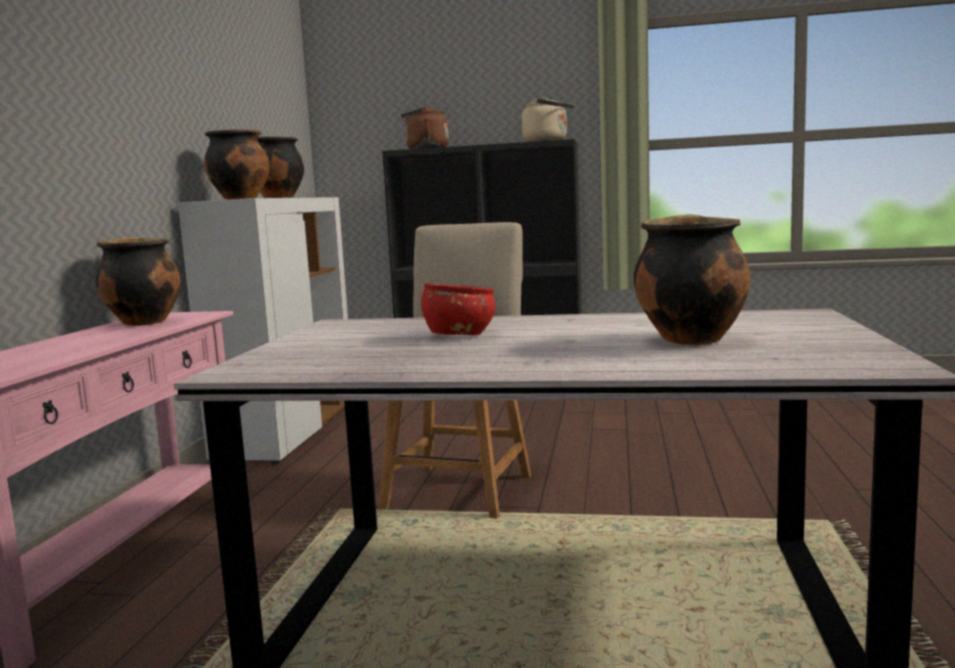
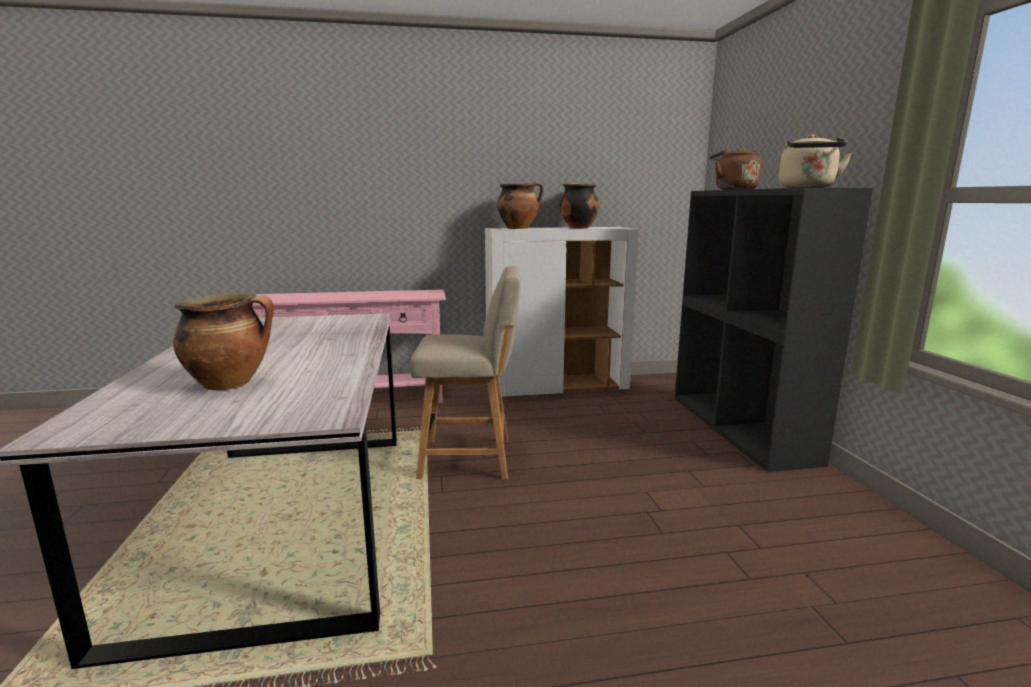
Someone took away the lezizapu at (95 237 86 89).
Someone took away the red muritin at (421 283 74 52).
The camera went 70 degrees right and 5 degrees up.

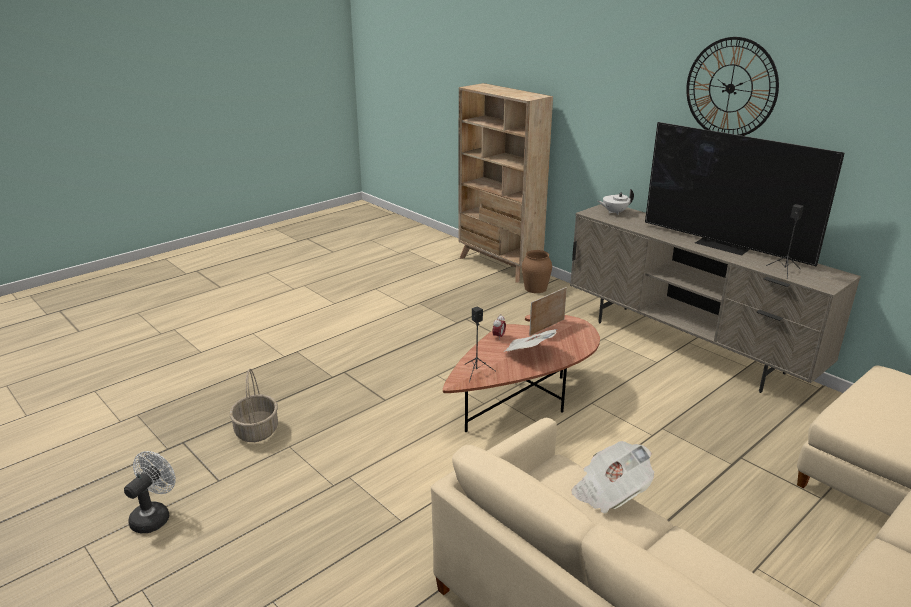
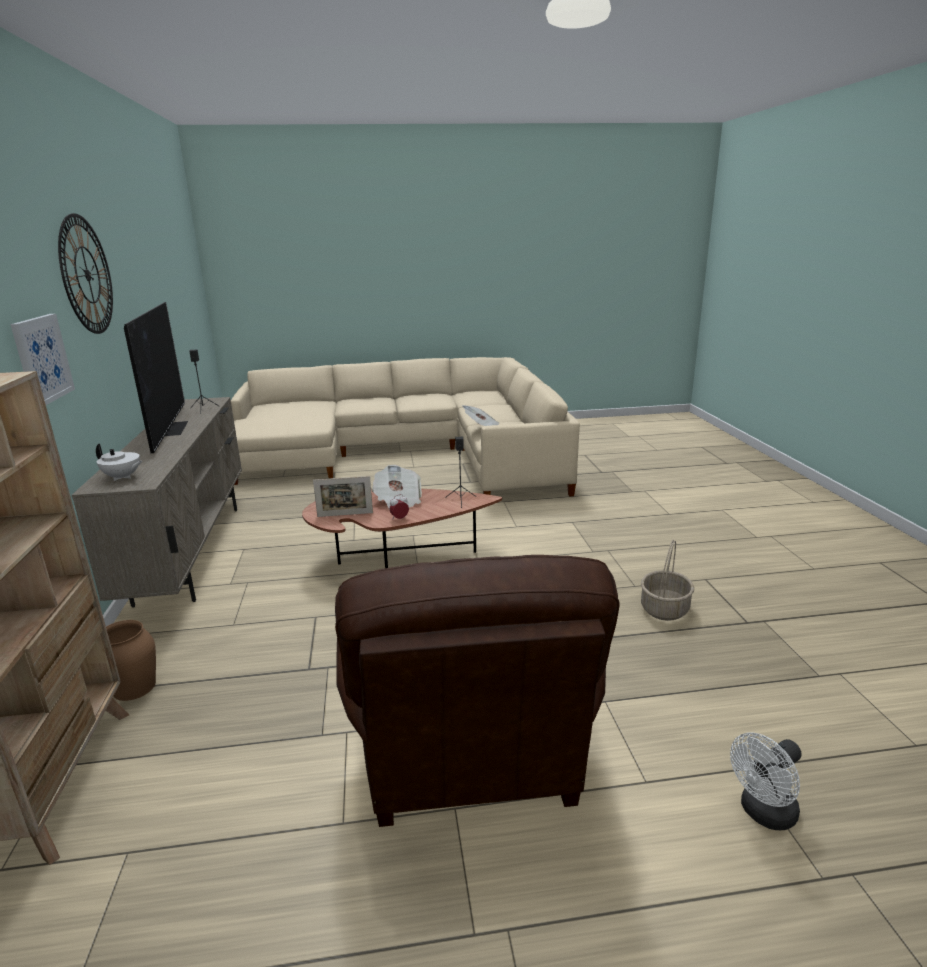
Someone carried the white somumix from (124 451 52 82) to (730 732 72 98).
Someone put up the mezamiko at (10 314 65 91).
Someone put down the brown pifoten at (335 555 284 272).
The camera went 145 degrees left and 5 degrees down.

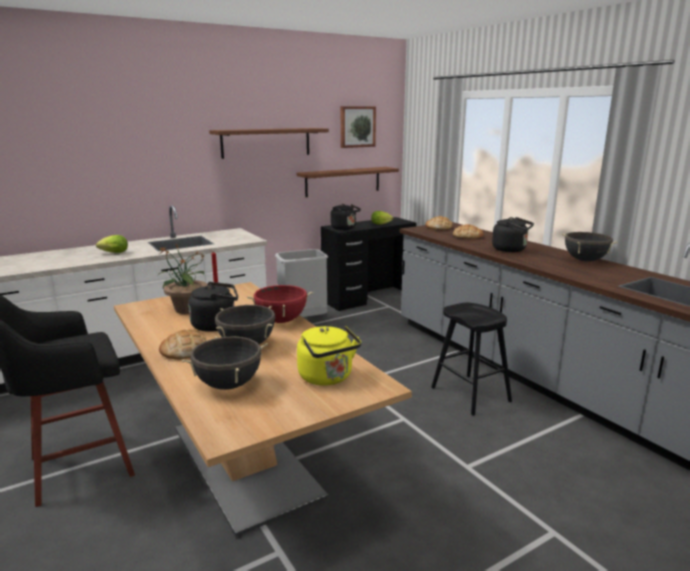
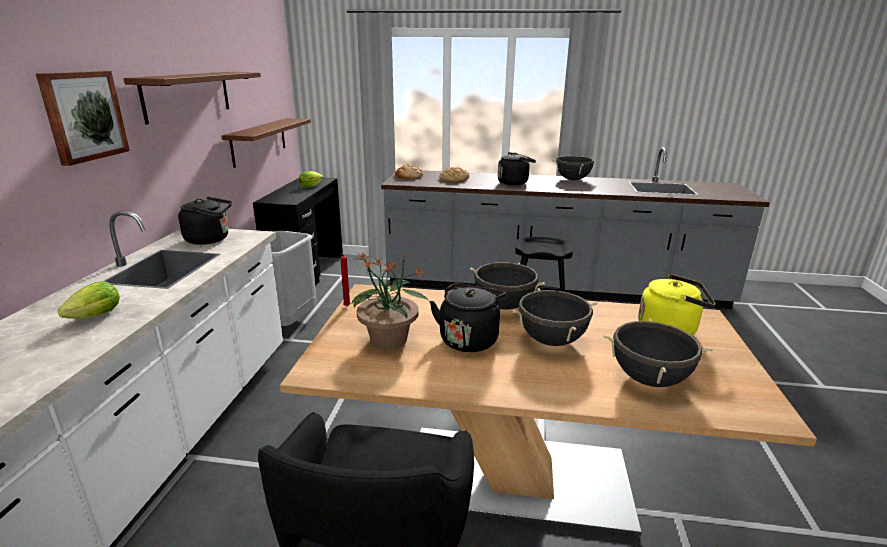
Someone took away the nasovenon at (159 329 48 30).
Someone repainted the red lezizapu at (247 284 66 39), which became the black lezizapu at (470 262 75 48).
Someone carried the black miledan from (330 204 31 26) to (178 196 54 49).
Someone carried the mezamiko from (341 106 35 42) to (36 71 94 95).
The camera went 50 degrees left and 5 degrees up.

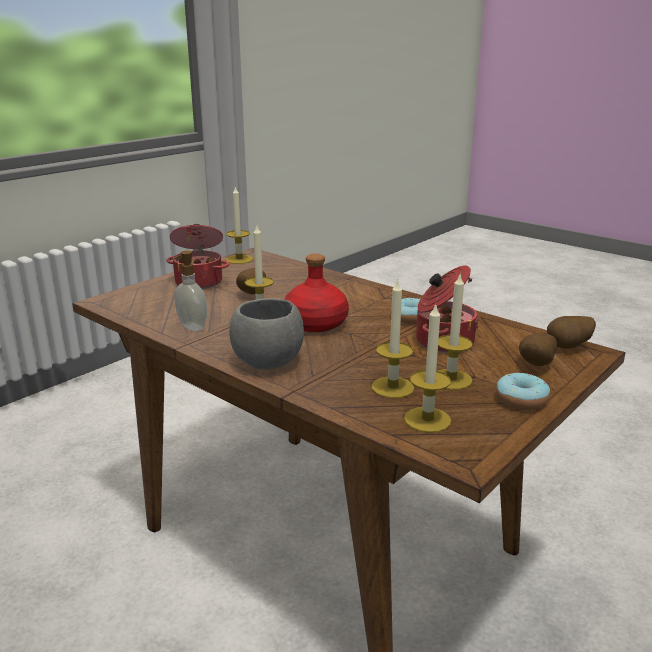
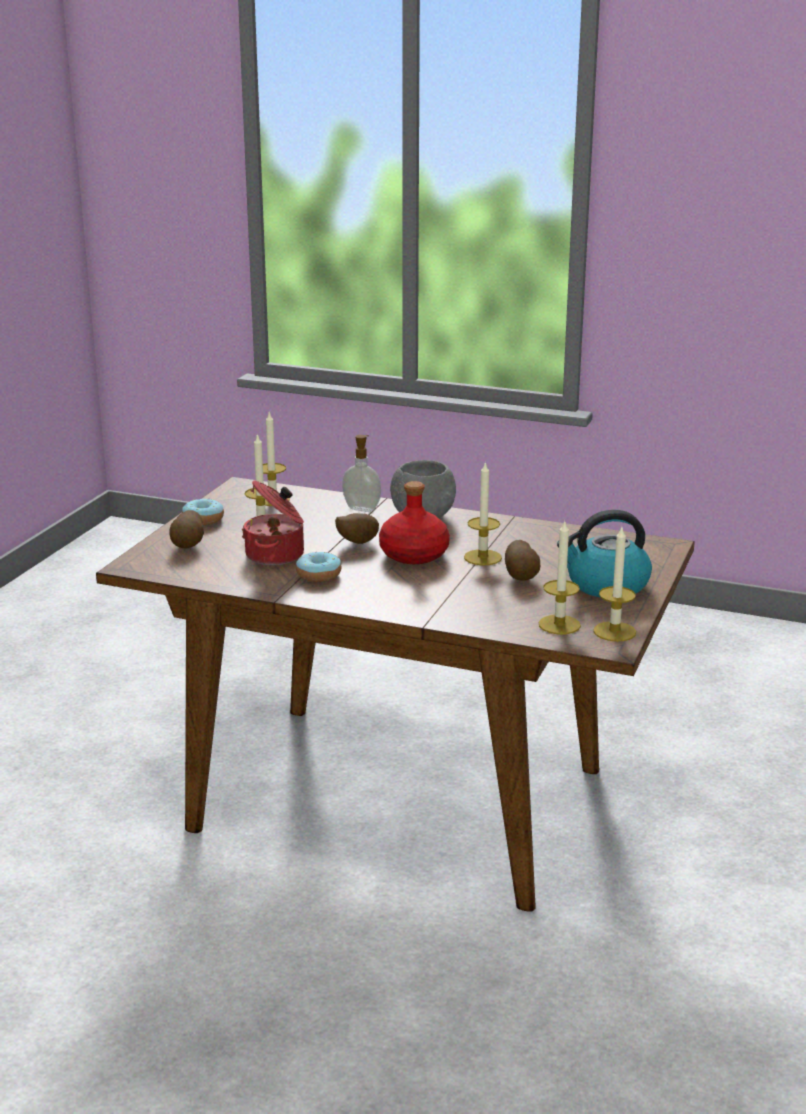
Someone swapped the lezizapu at (166 224 63 65) for the miledan at (557 510 95 88).
Someone carried the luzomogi from (173 251 34 80) to (342 435 39 77).
Someone carried the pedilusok from (371 278 43 120) to (539 522 42 112).
Someone carried the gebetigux from (547 316 49 33) to (335 513 44 31).
The camera went 160 degrees right and 0 degrees up.

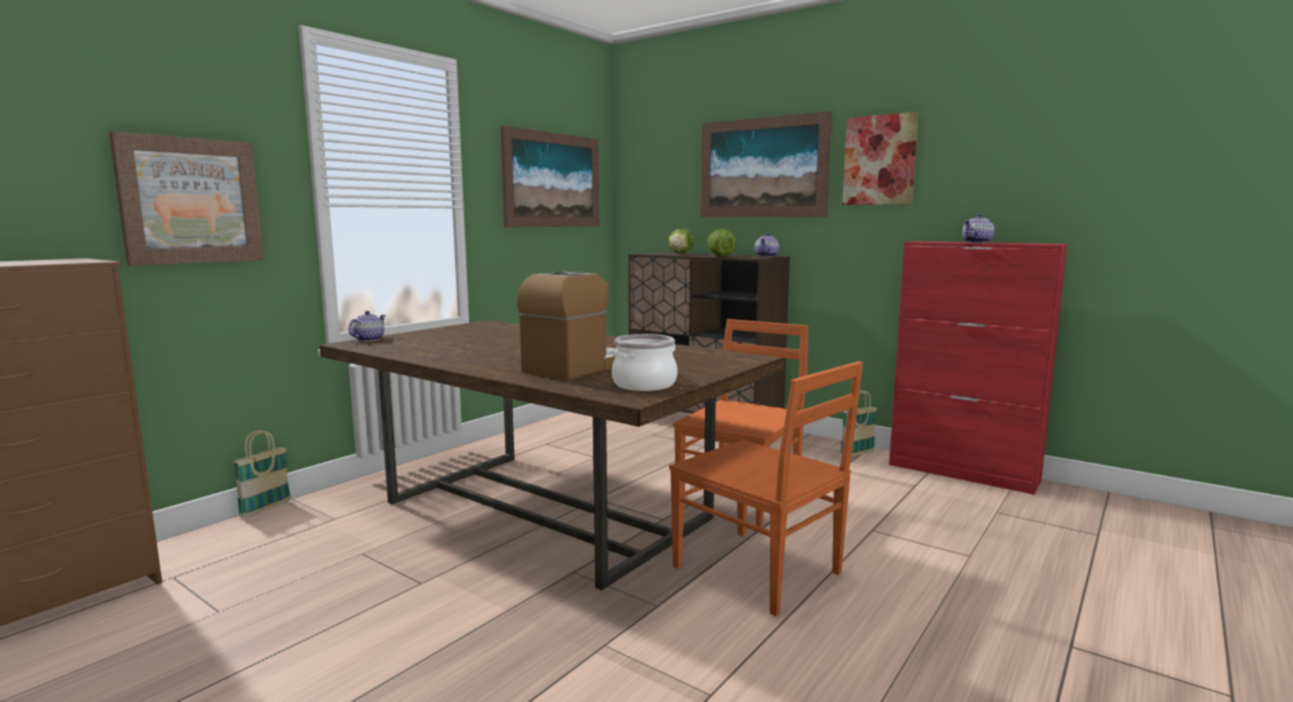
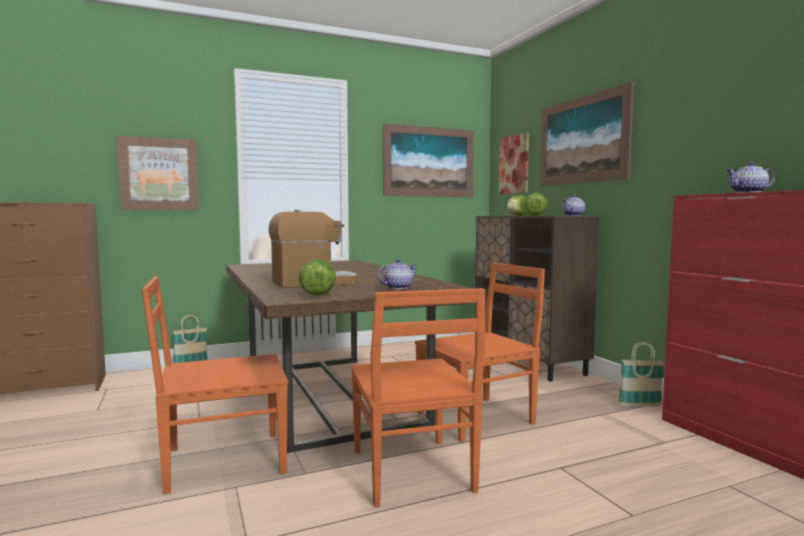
Someone carried the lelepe from (348 311 38 30) to (378 259 39 30).
Someone swapped the lezizapu at (612 334 66 57) for the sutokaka at (299 259 37 37).
Someone carried the mezamiko from (842 112 77 93) to (499 132 30 62).
Someone put down the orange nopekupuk at (142 276 146 218).
The camera went 30 degrees right and 5 degrees down.

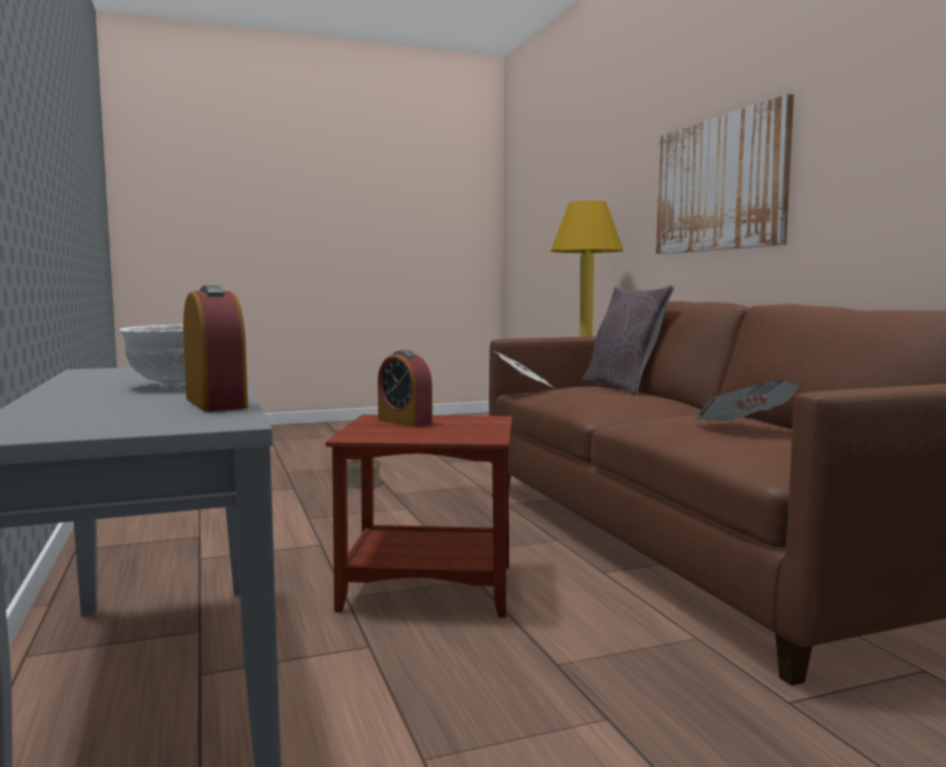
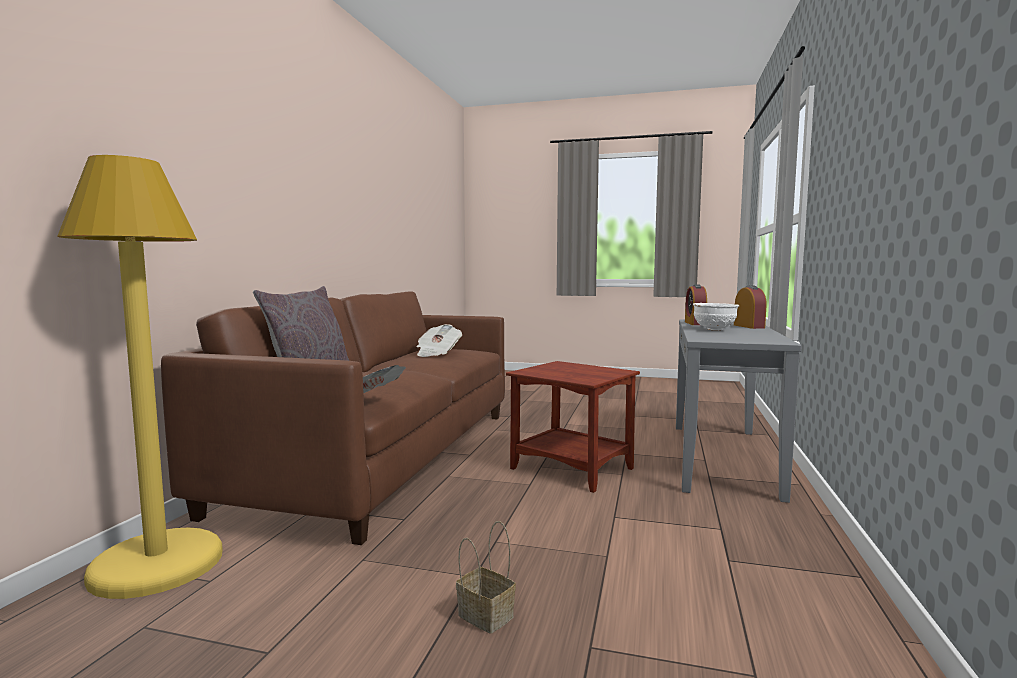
Someone carried the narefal from (378 350 55 77) to (734 285 33 44).
Someone took away the mezamiko at (656 94 138 160).
The camera went 145 degrees left and 0 degrees up.

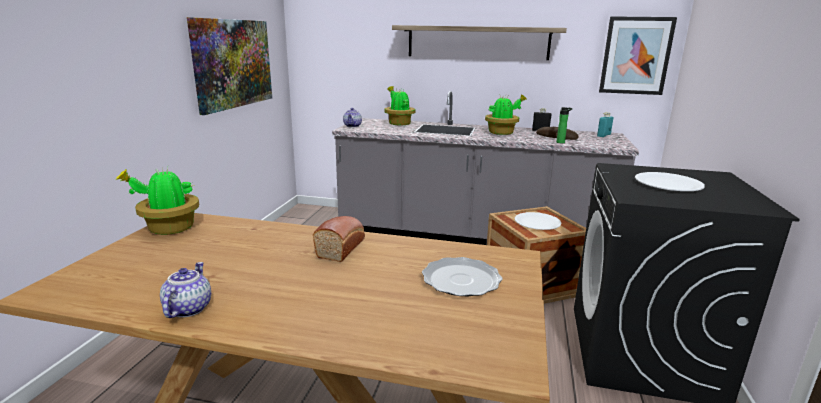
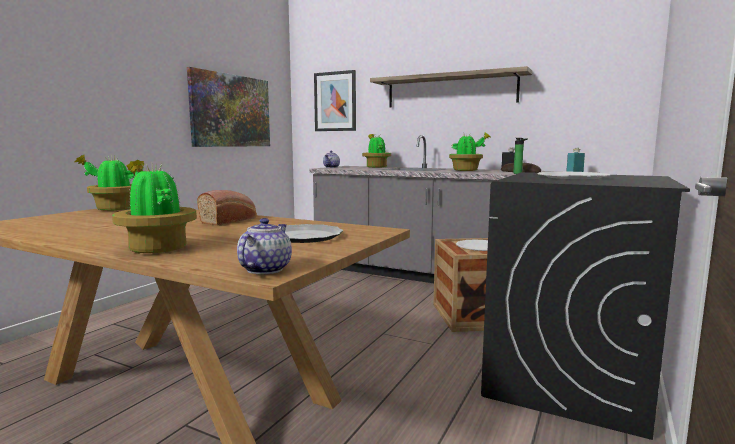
Someone carried the lelepe from (160 262 51 56) to (237 218 55 56).
Someone carried the mezamiko from (599 16 78 79) to (314 70 42 61).
Someone put down the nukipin at (112 160 85 93).
The camera went 15 degrees right and 10 degrees down.

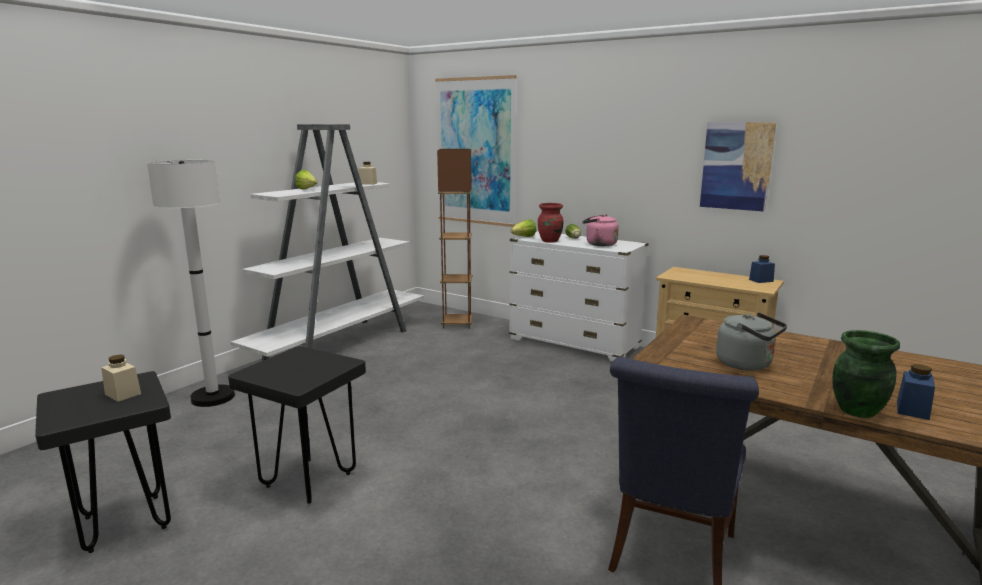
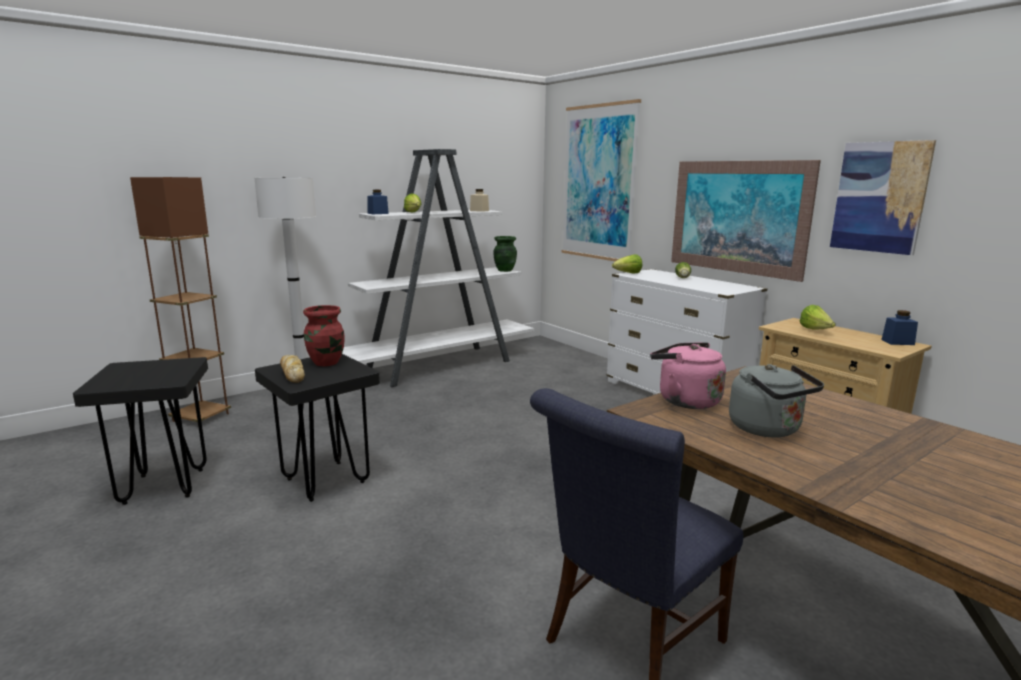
Someone took away the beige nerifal at (101 355 40 47).
Someone carried the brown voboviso from (437 149 36 180) to (130 177 101 245).
Someone carried the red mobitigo from (538 203 25 40) to (303 305 42 61).
Someone carried the pink miledan from (582 214 37 32) to (650 342 76 67).
Someone carried the green mobitigo from (832 330 68 88) to (494 236 23 36).
Someone carried the blue nerifal from (897 364 38 56) to (367 190 22 24).
Someone put down the nasovenon at (280 355 25 28).
Someone put up the mezamiko at (671 160 150 122).
Someone put down the sutokaka at (799 305 37 24).
The camera went 20 degrees right and 0 degrees up.

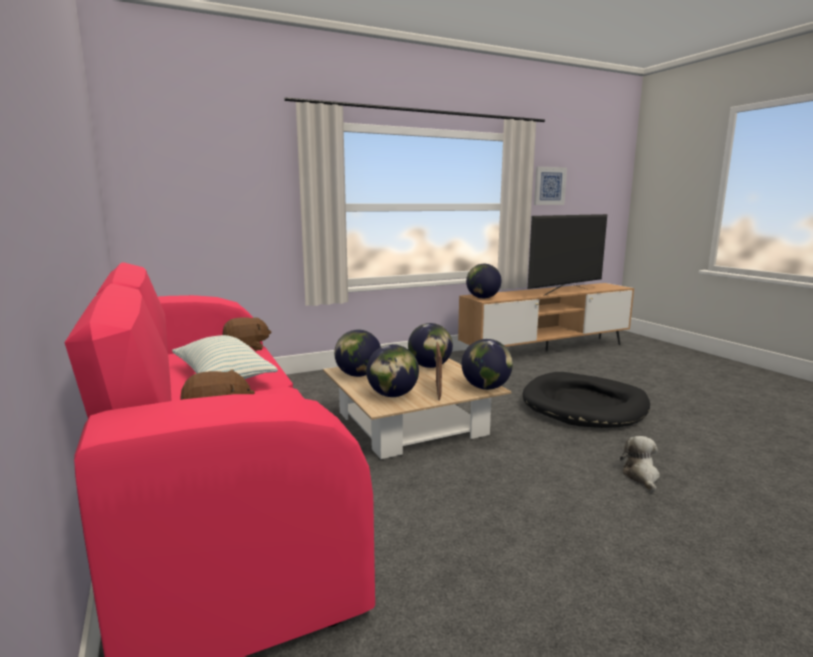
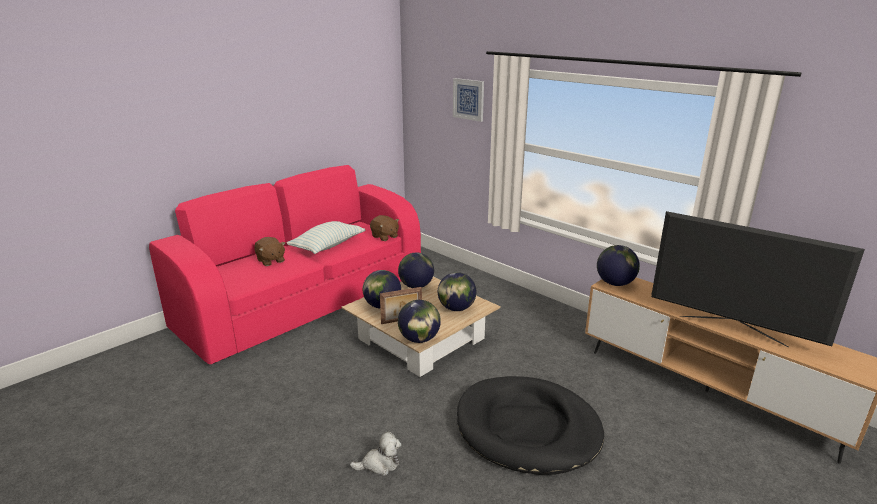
Someone carried the mezamiko from (534 166 33 39) to (453 78 31 44).
The camera went 70 degrees right and 10 degrees up.

